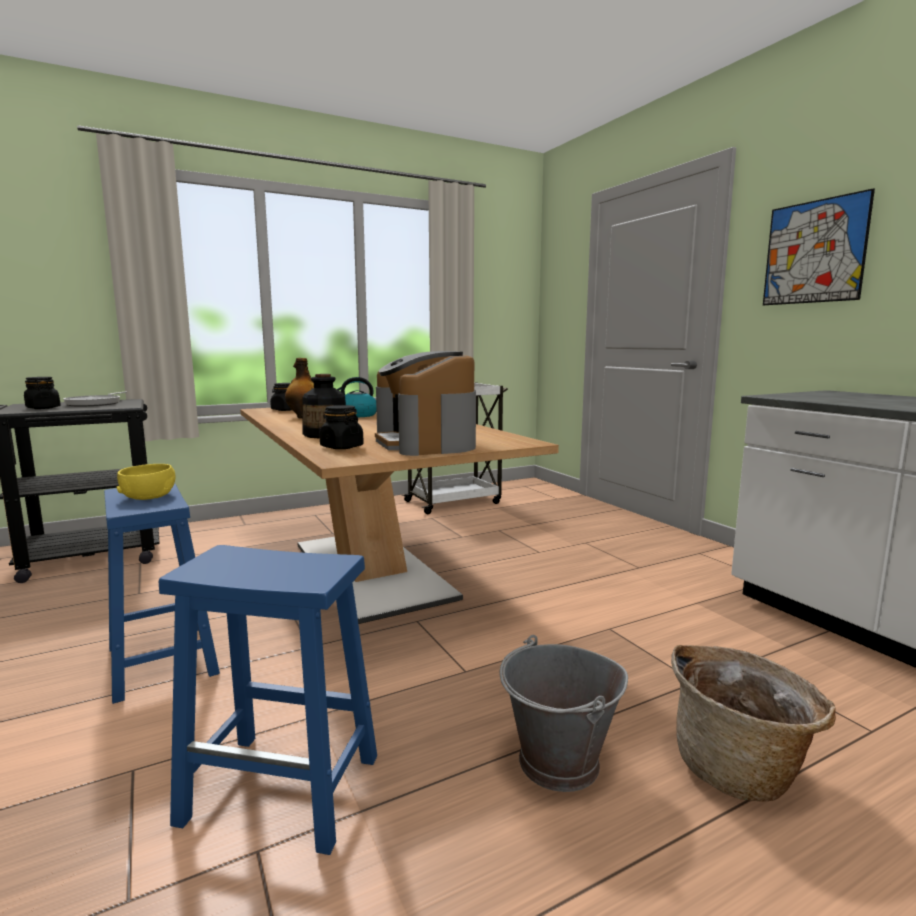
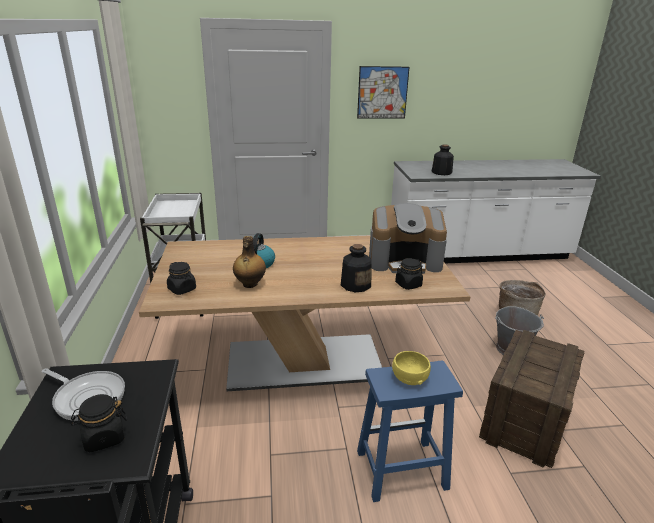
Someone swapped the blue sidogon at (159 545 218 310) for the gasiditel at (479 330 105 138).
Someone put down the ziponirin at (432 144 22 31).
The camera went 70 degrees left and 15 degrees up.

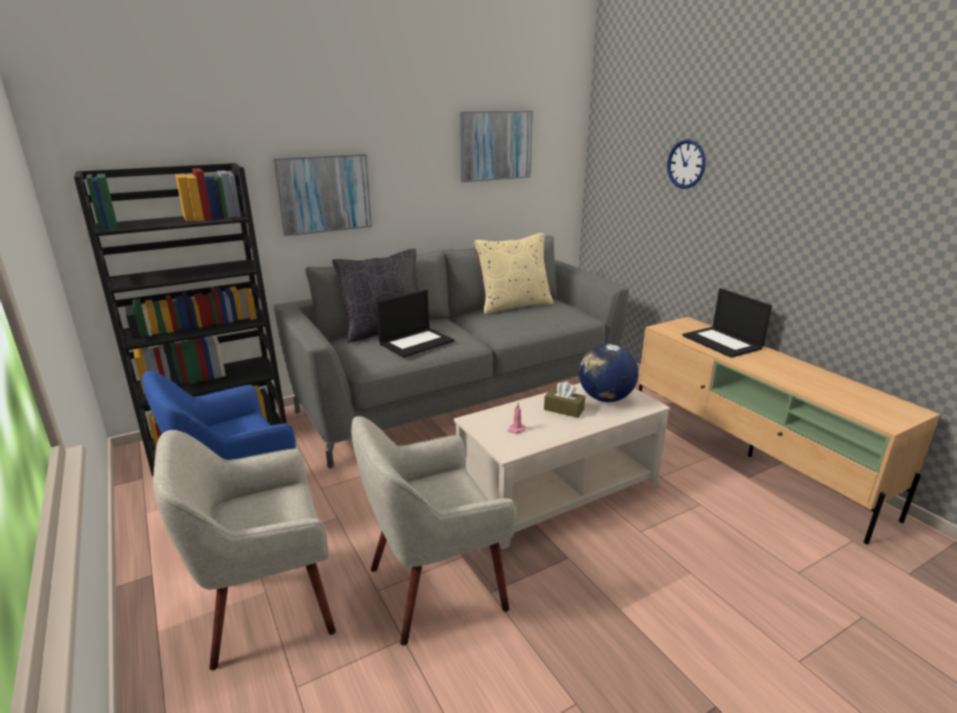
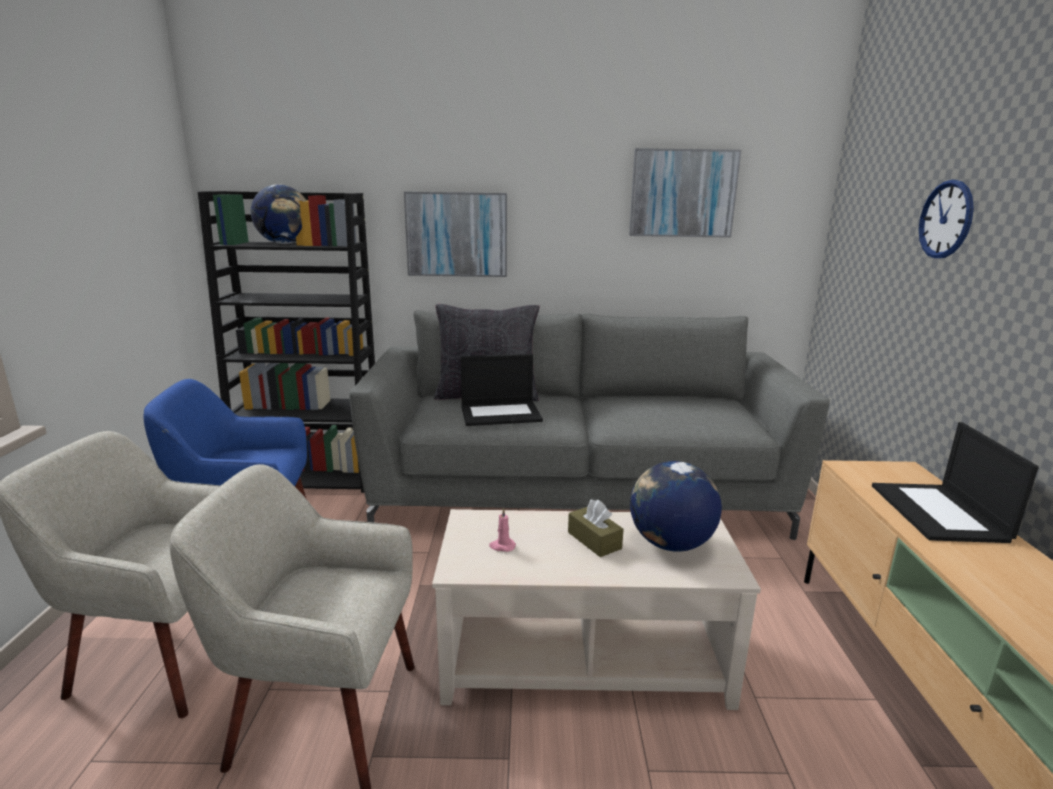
Someone took away the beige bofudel at (474 233 79 81).
Someone put down the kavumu at (251 185 56 59).
The camera went 30 degrees right and 5 degrees down.

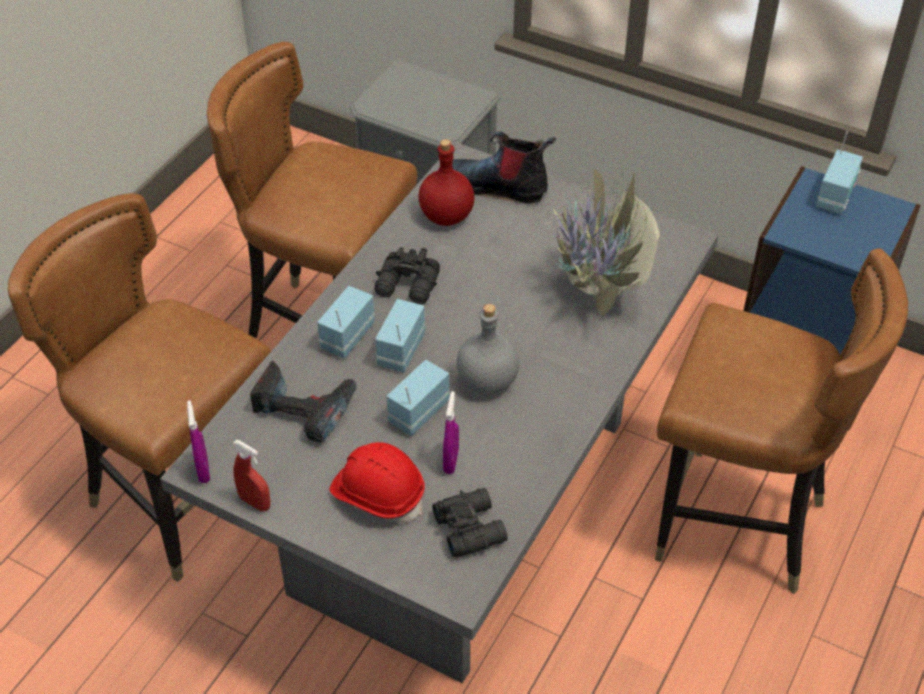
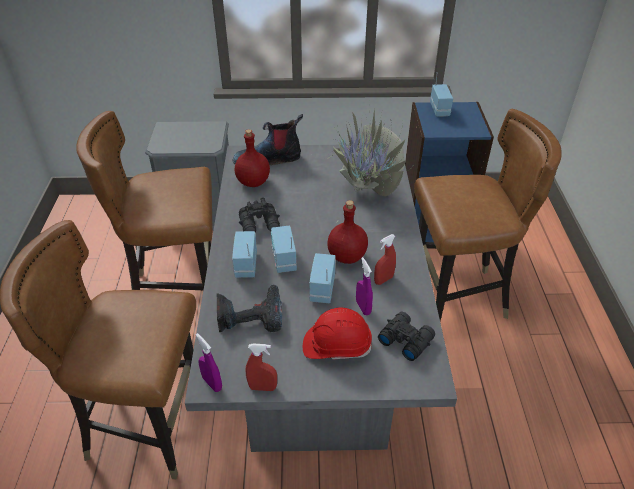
Someone repainted the grey ziponirin at (457 304 62 91), which became the red ziponirin at (327 200 41 64).
Someone put down the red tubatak at (374 234 22 51).
The camera went 30 degrees left and 5 degrees down.

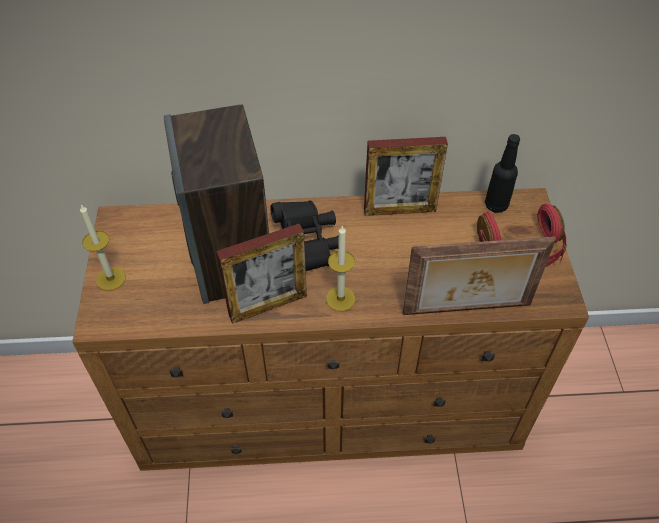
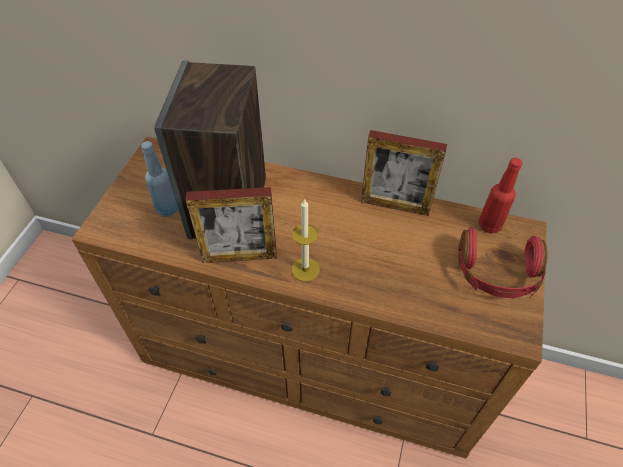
Someone took away the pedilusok at (80 205 46 86).
Someone took away the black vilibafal at (270 200 69 71).
Someone took away the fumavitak at (402 236 154 79).
Someone repainted the black ziponirin at (485 134 35 79), which became the red ziponirin at (479 158 43 75).
Someone put down the blue ziponirin at (141 141 37 76).
The camera went 20 degrees right and 0 degrees up.

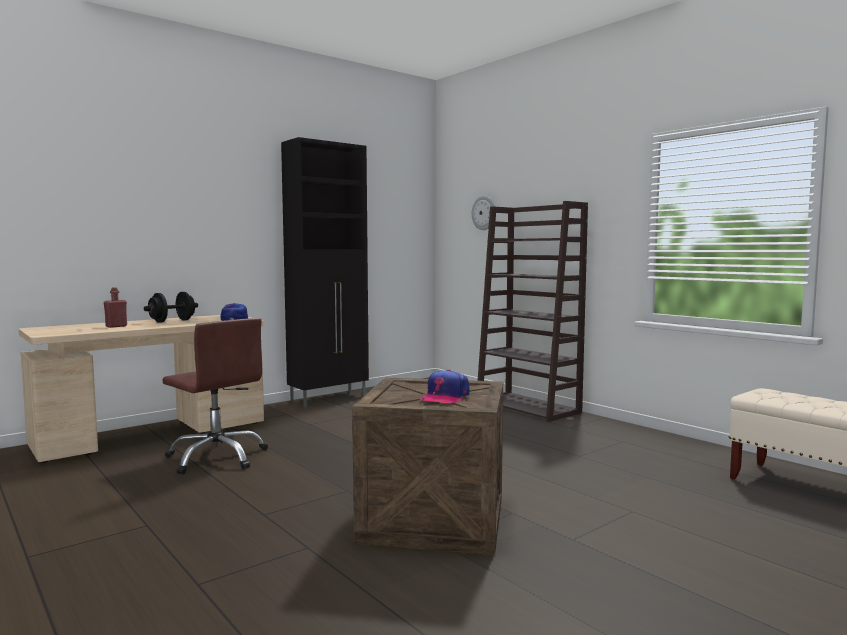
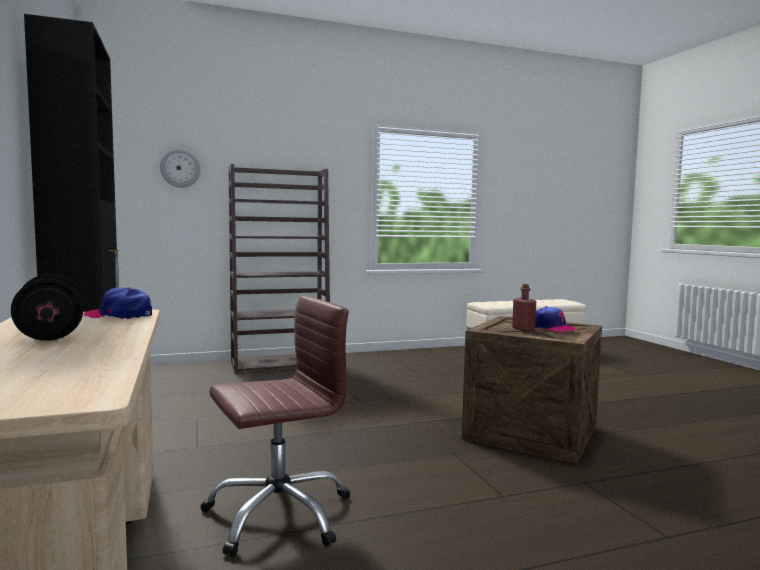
Someone carried the red ziponirin from (104 287 23 41) to (512 284 24 47).
The camera went 70 degrees left and 0 degrees up.

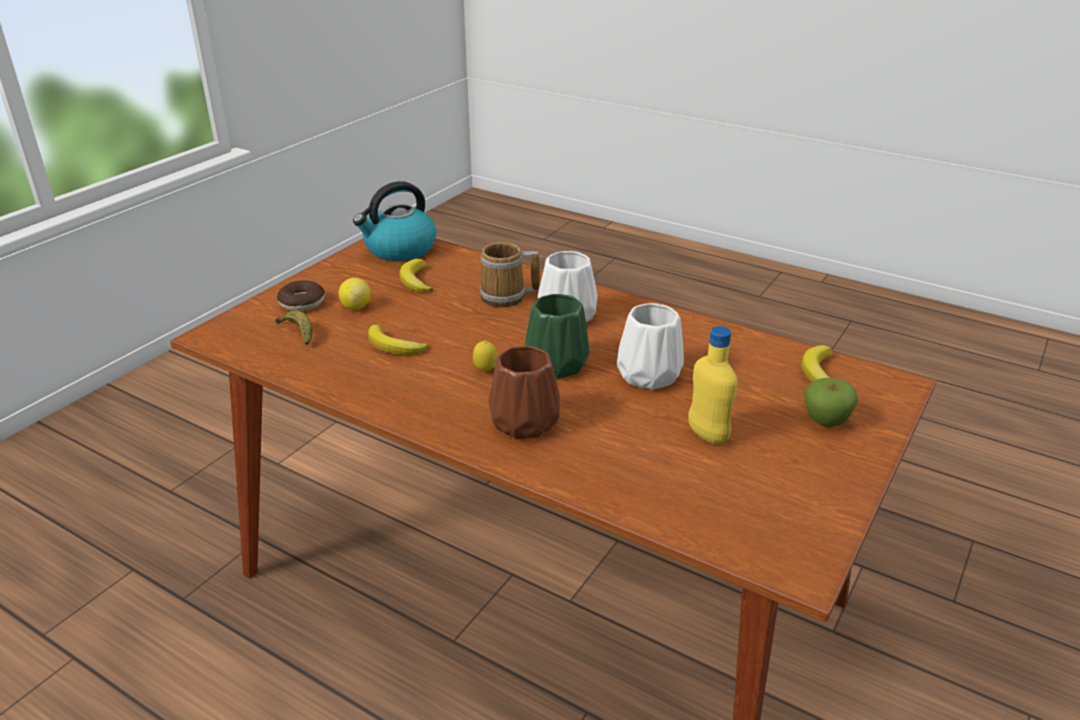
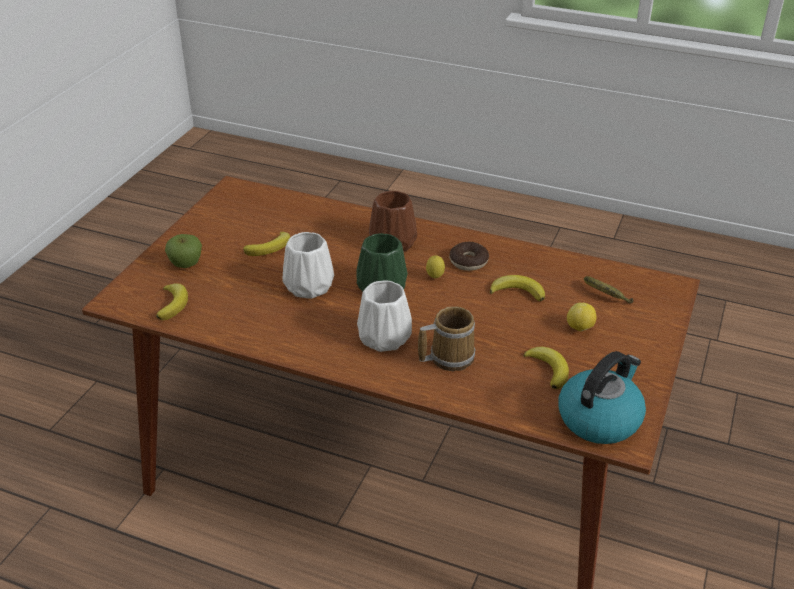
Someone carried the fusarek from (277 280 48 31) to (449 242 40 29).
Someone swapped the yellow ziponirin at (688 326 50 118) for the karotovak at (243 232 47 24).
The camera went 170 degrees right and 5 degrees up.

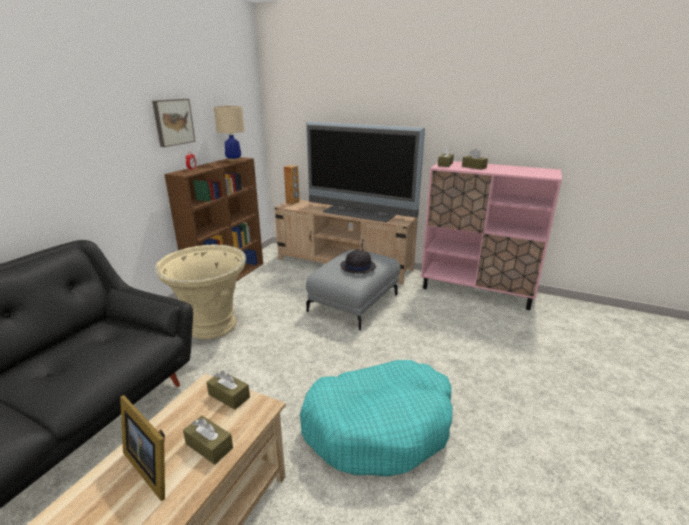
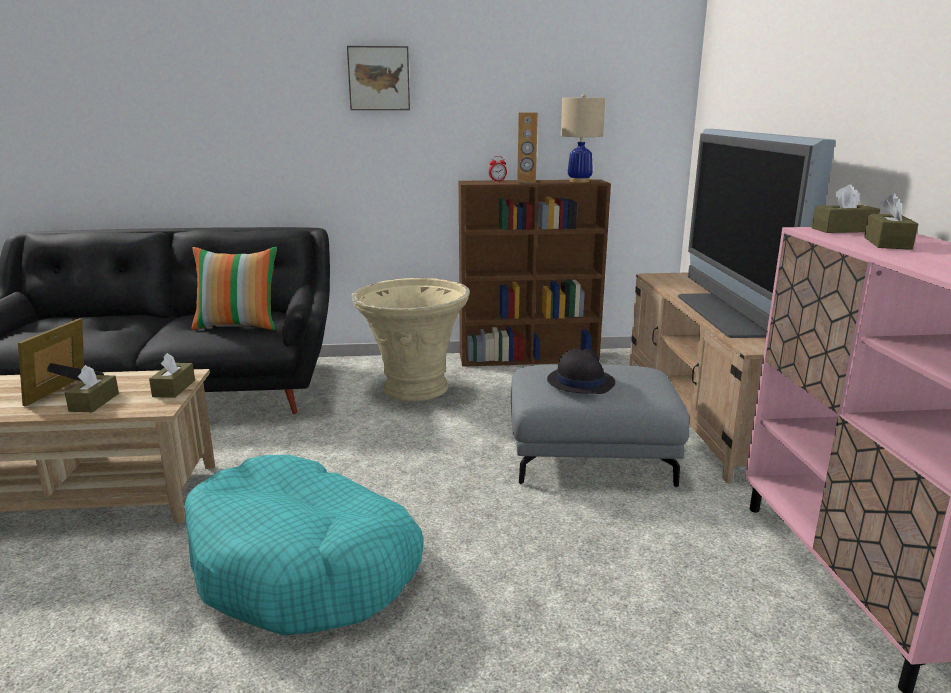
Someone carried the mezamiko from (152 99 44 48) to (347 46 63 64).
Someone carried the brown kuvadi from (284 165 16 40) to (517 112 21 70).
Someone put down the bofudel at (192 247 85 83).
The camera went 60 degrees right and 5 degrees down.

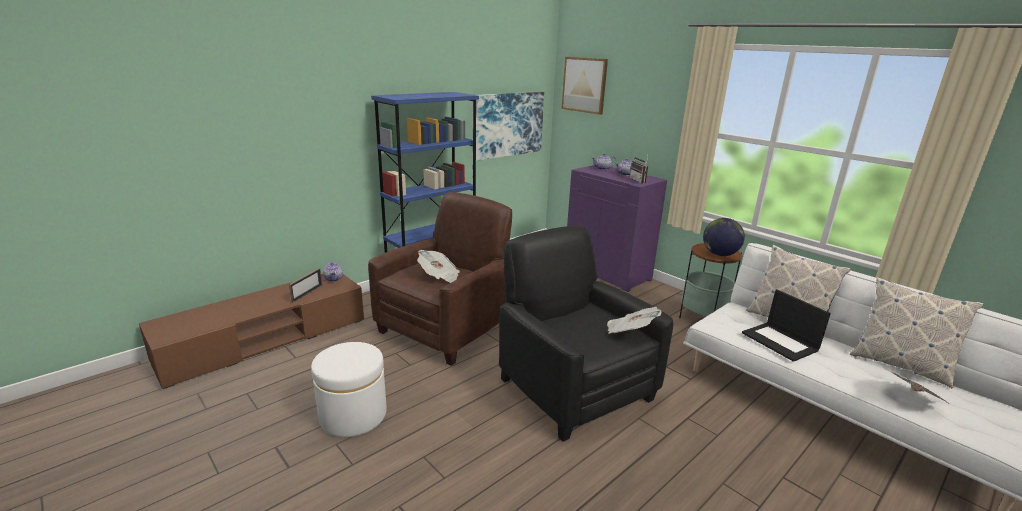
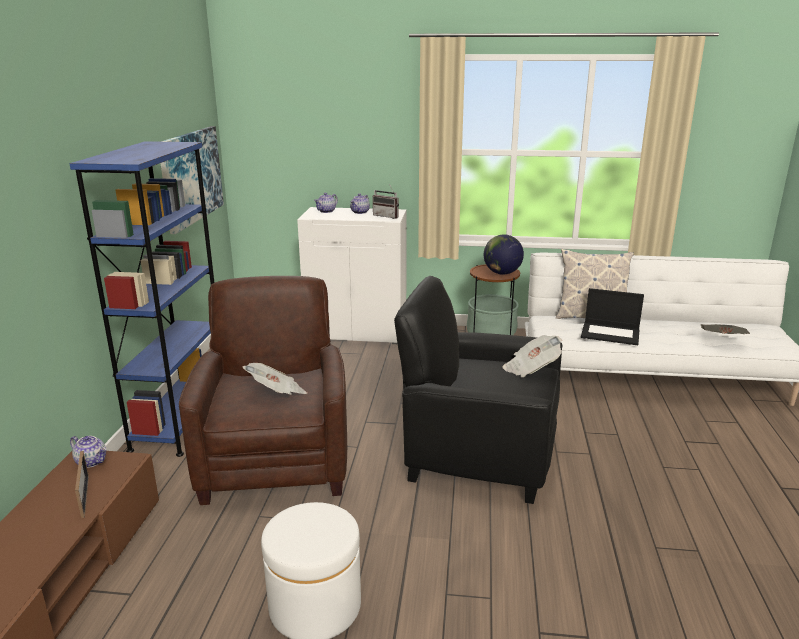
Someone took away the mezamiko at (562 57 46 58).
Someone repainted the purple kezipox at (567 165 100 127), which became the white kezipox at (297 207 110 137).
Someone took away the bofudel at (850 277 133 111).
The camera went 40 degrees left and 0 degrees up.

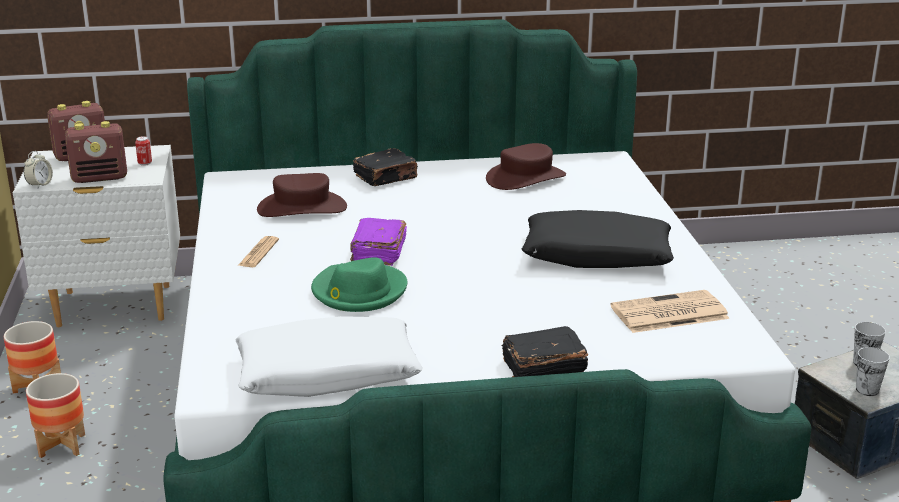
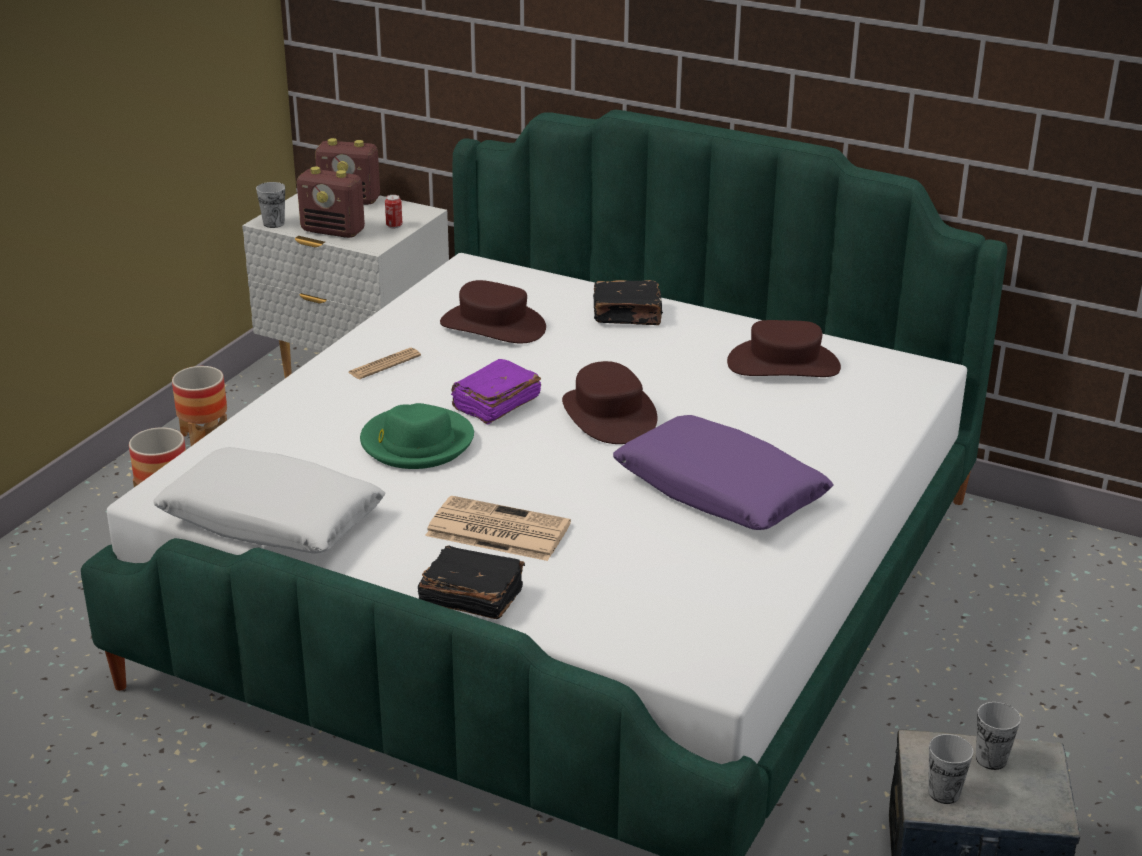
Someone swapped the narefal at (24 151 29 37) for the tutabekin at (256 182 29 46).
Someone repainted the black bofudel at (522 210 152 58), which became the purple bofudel at (613 415 221 115).
Someone carried the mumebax from (610 290 120 43) to (425 496 146 65).
Someone put down the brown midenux at (562 361 96 83).
The camera went 35 degrees right and 5 degrees up.

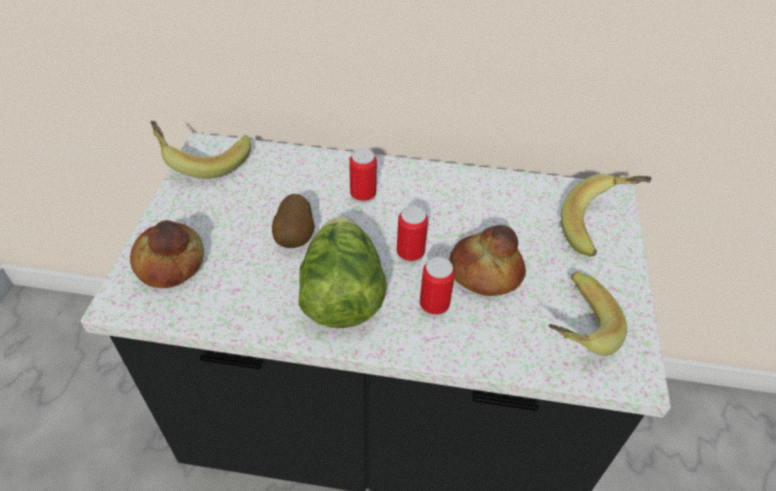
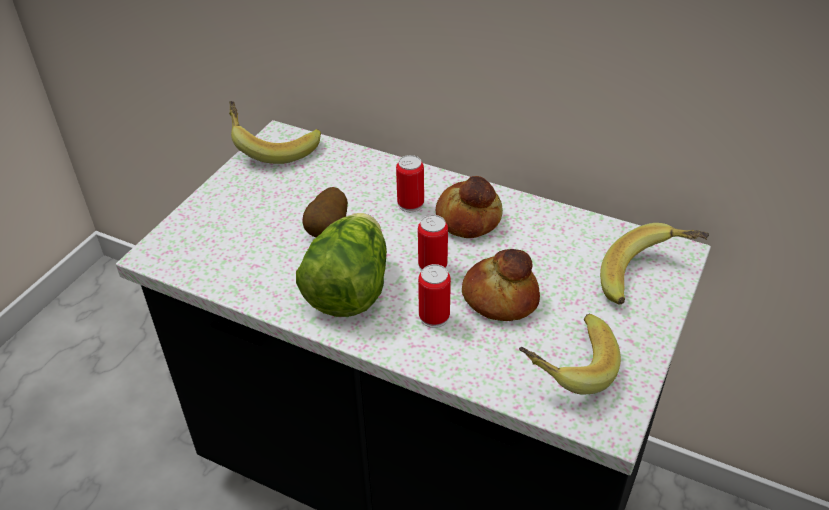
Someone carried the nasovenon from (130 220 74 68) to (436 176 67 62).
The camera went 20 degrees right and 5 degrees down.

